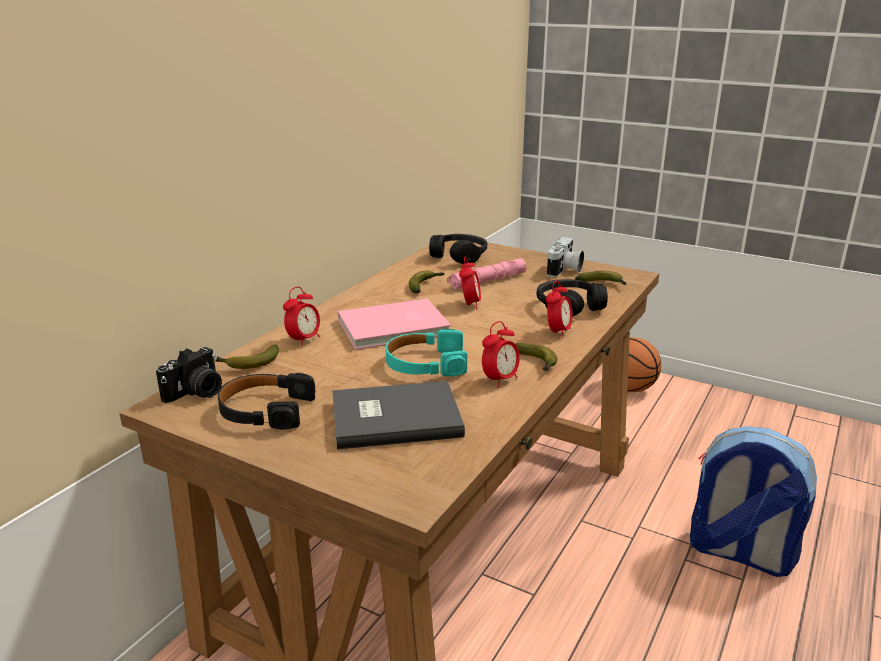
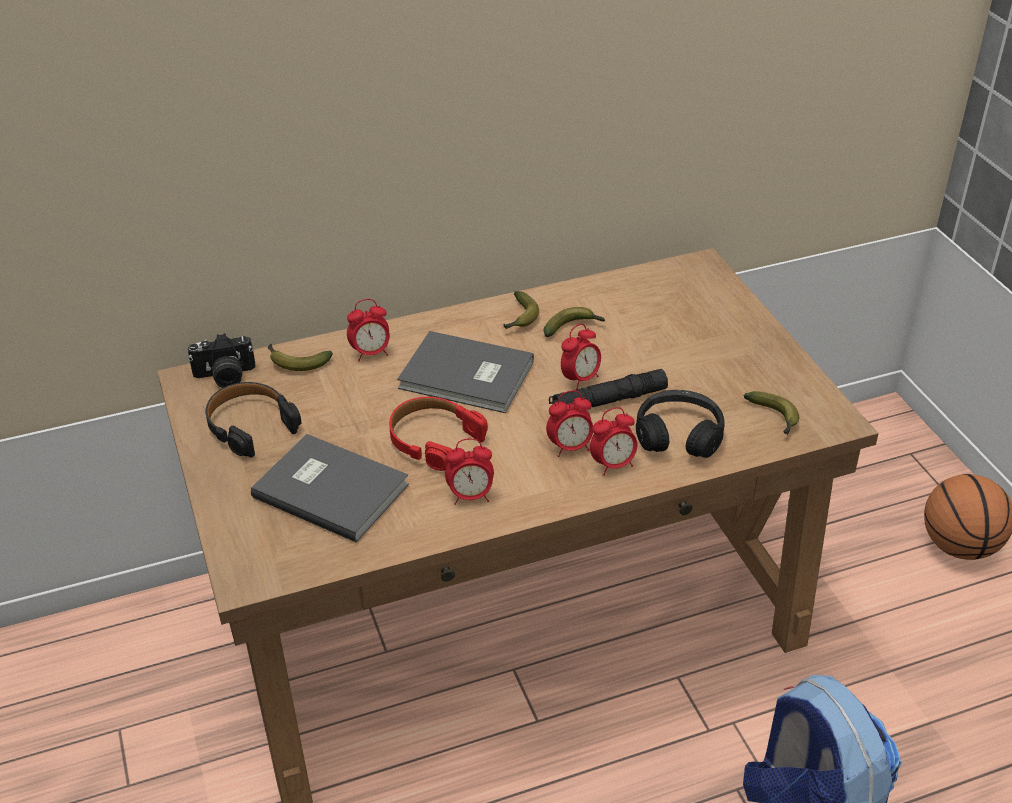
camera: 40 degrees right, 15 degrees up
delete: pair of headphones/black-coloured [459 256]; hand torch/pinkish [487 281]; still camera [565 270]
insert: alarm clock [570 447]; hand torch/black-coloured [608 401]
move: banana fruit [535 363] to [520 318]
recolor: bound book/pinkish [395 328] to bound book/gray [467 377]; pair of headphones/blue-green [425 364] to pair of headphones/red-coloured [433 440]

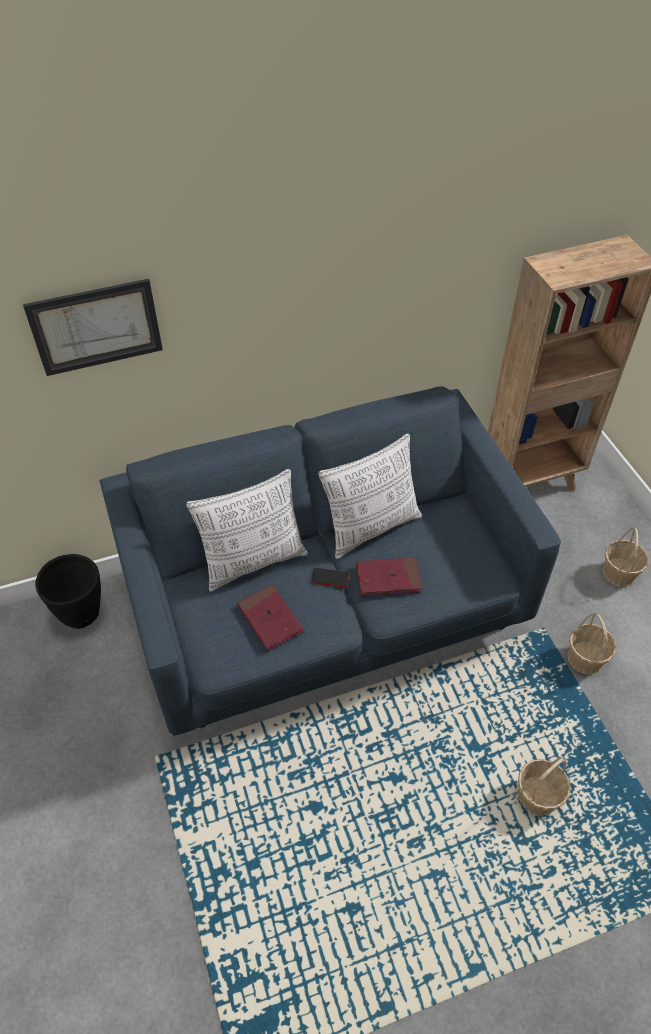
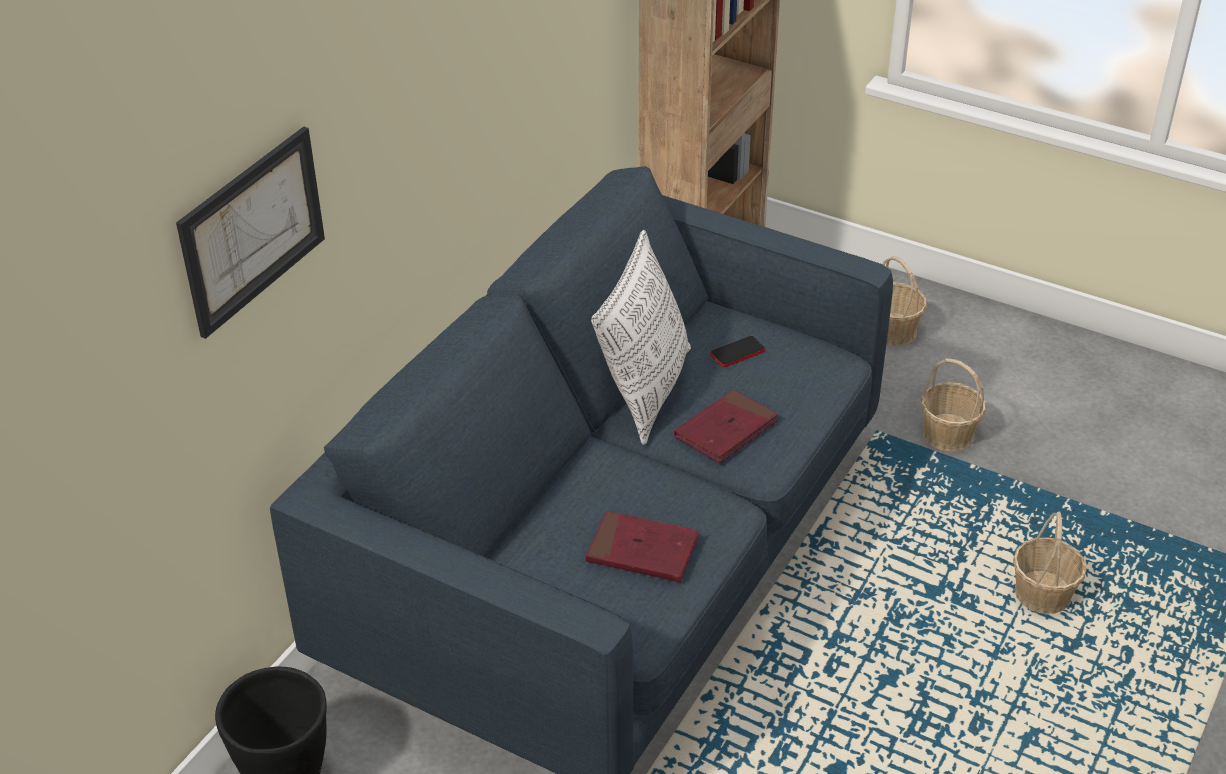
camera: 40 degrees left, 10 degrees down
delete: cushion [253 561]
move: handset [330 578] to [737 352]

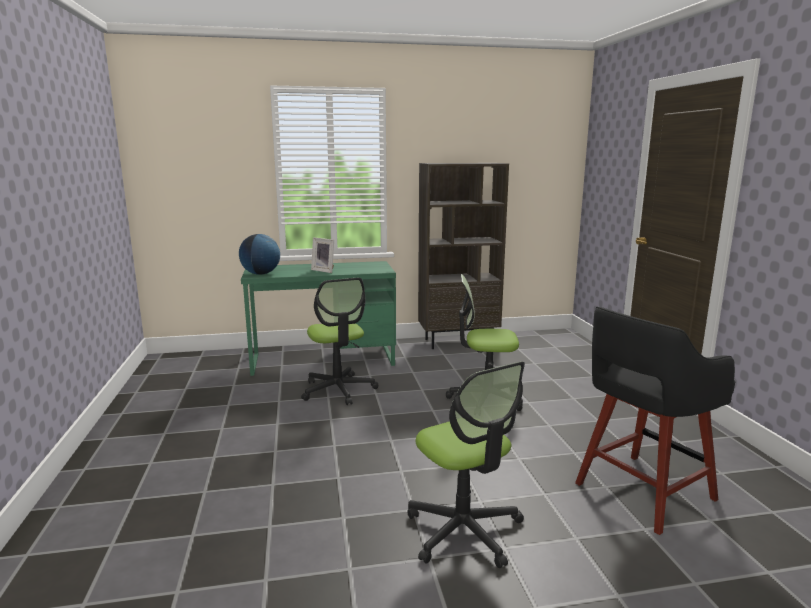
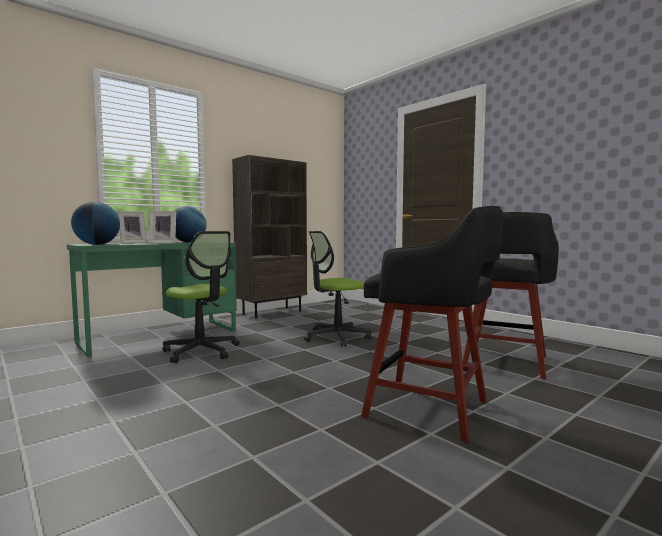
camera: 30 degrees left, 10 degrees down
insert: picture frame [132 242]; world globe [188 242]
replace: office chair [464 530] to stool/black-coloured [431 409]

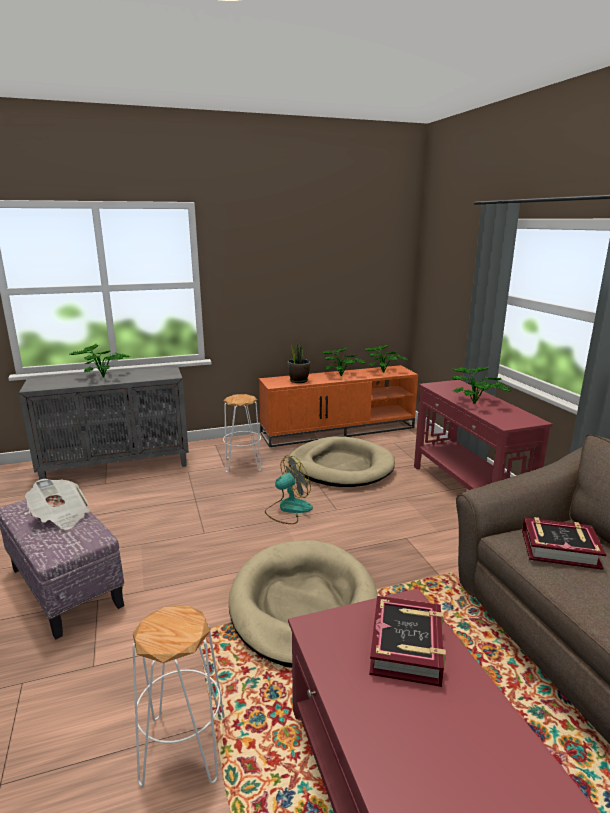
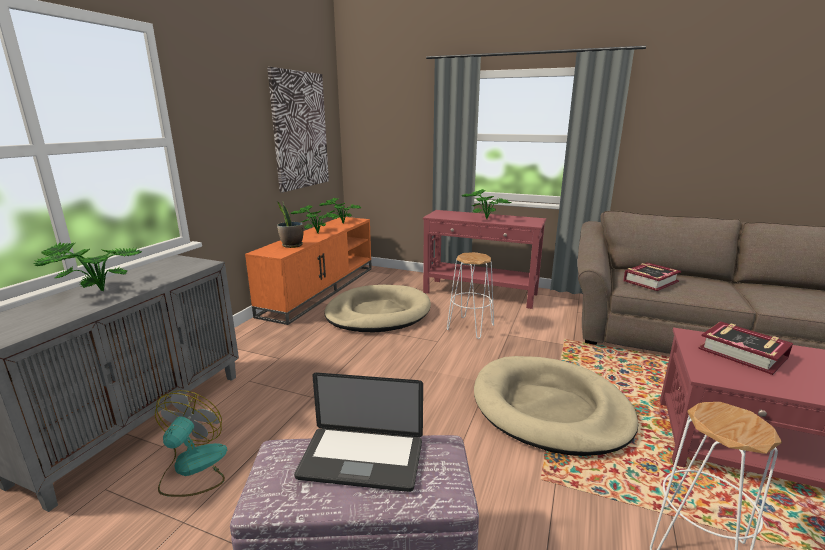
camera: 50 degrees left, 0 degrees up
insert: wall picture [300 130]
move: stool/white-coloured [243 464] to [470 327]; fan [288 509] to [193 468]
replace: newspaper [60 516] to portable computer [361 459]

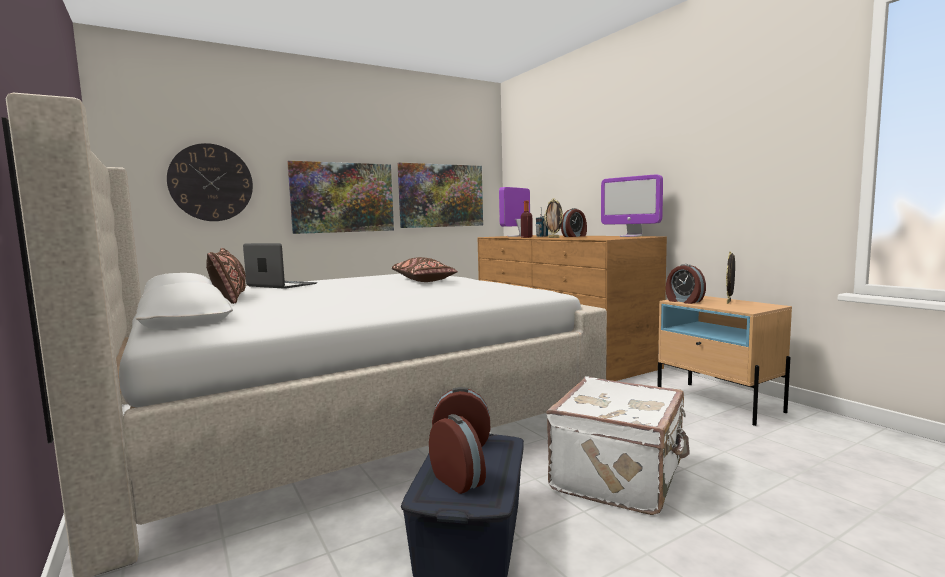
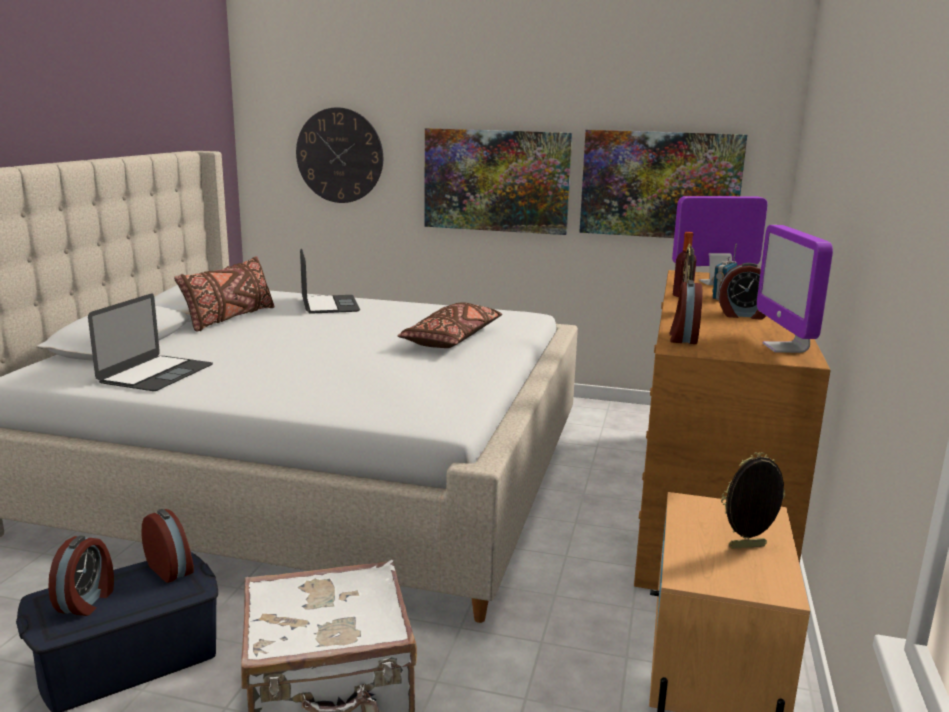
camera: 45 degrees right, 10 degrees up
insert: portable computer [156 373]
move: alarm clock [684 301] to [683 338]

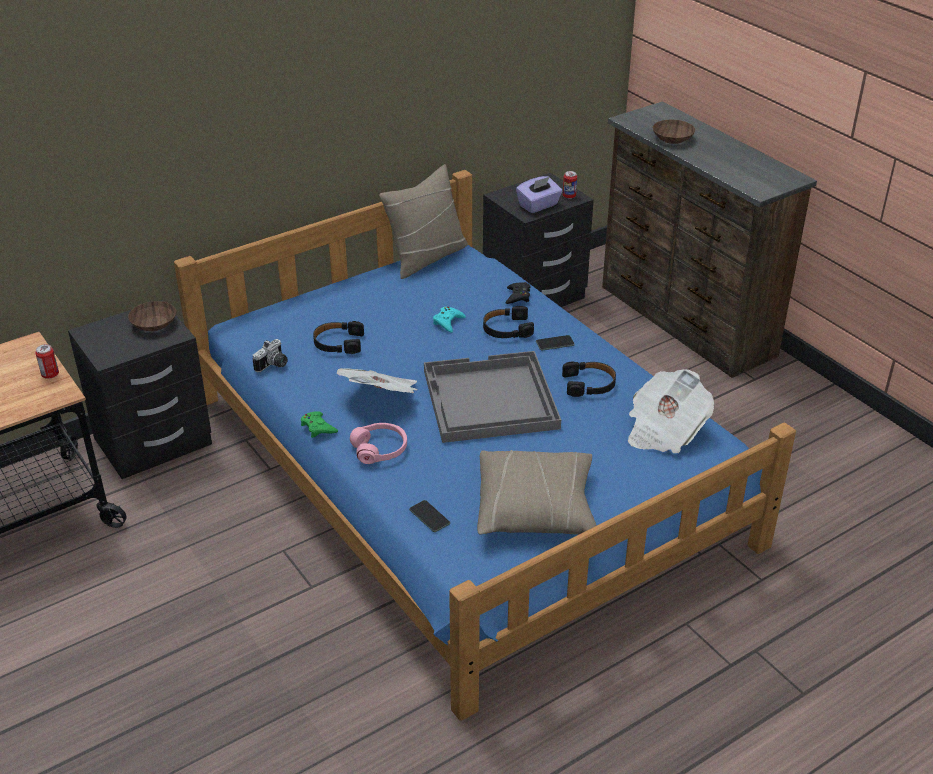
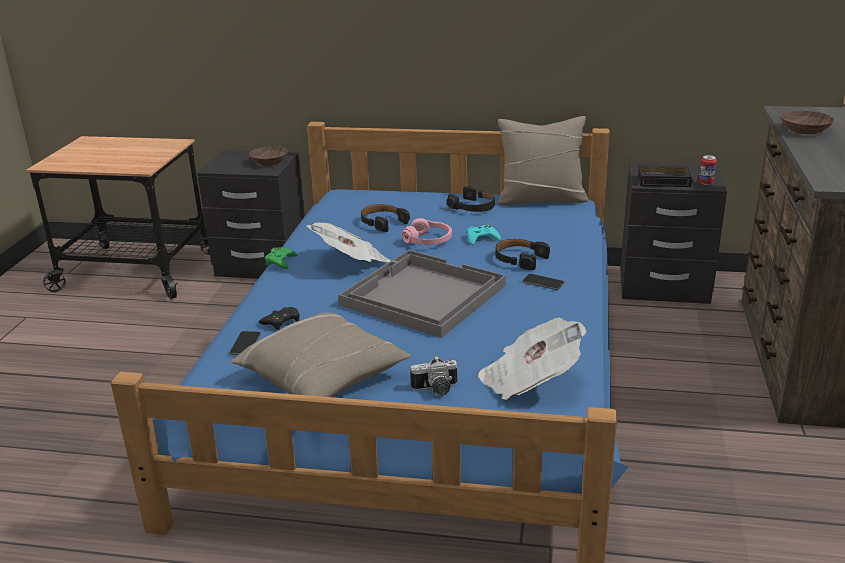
camera: 45 degrees right, 10 degrees down
delete: can [50 375]
move: still camera [273 365] to [436 390]; pair of headphones/pinkish [380 449] to [428 240]; game controller/black-coloured [518 296] to [281 321]; pair of headphones/black-coloured [589 384] to [473 207]
replace: tissue box/purplish [538 205] to alarm clock [665 181]

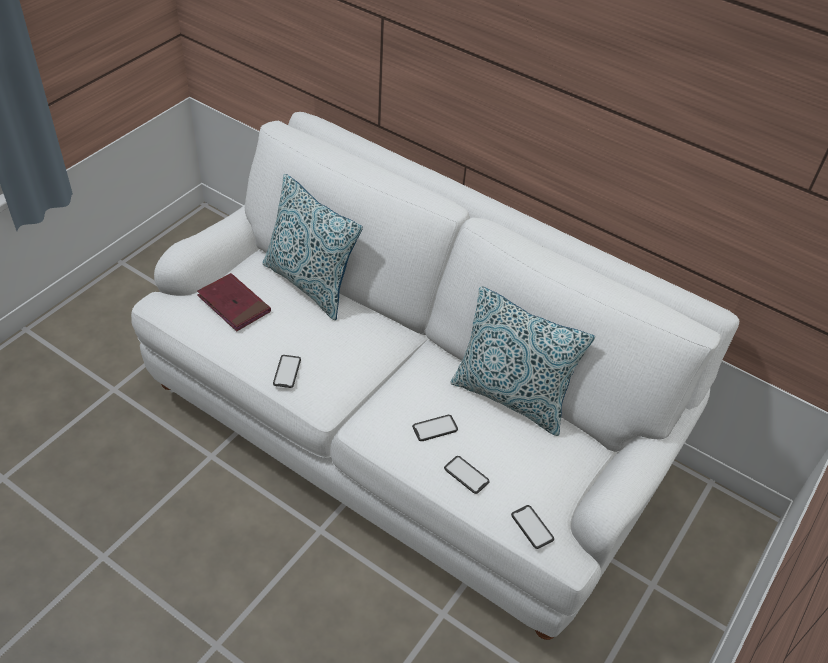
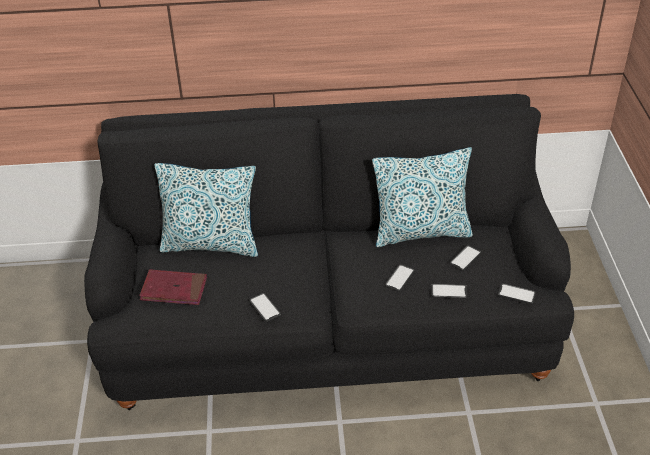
camera: 35 degrees left, 5 degrees down
insert: handset [465 258]
recolor: sofa/white-coloured [406 431] to sofa/black-coloured [327 322]

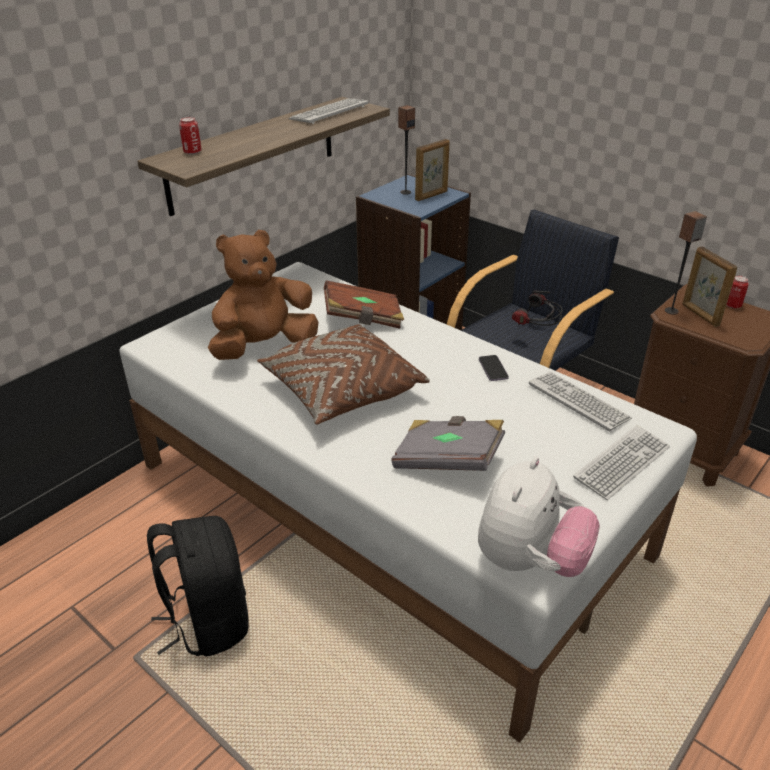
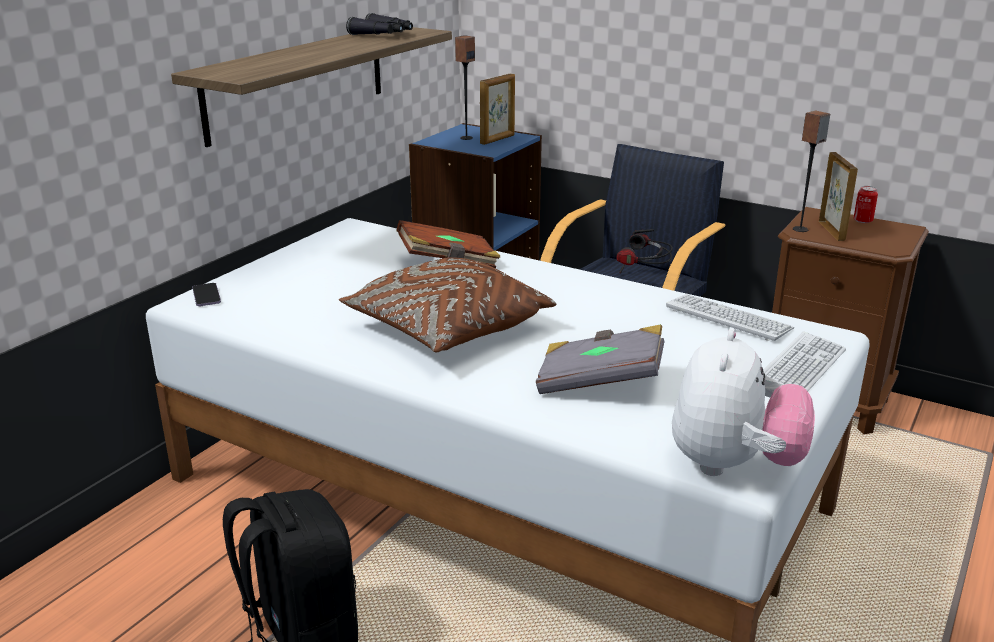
camera: 10 degrees left, 10 degrees down
delete: can [192 152]; cuddly toy/brown-coloured [264 347]
move: handset [493 369] to [206 296]
replace: keyboard [329 112] to binoculars/black-coloured [383 35]
rotate: picture frame [700 315] = [832 231] 150 degrees counterclockwise

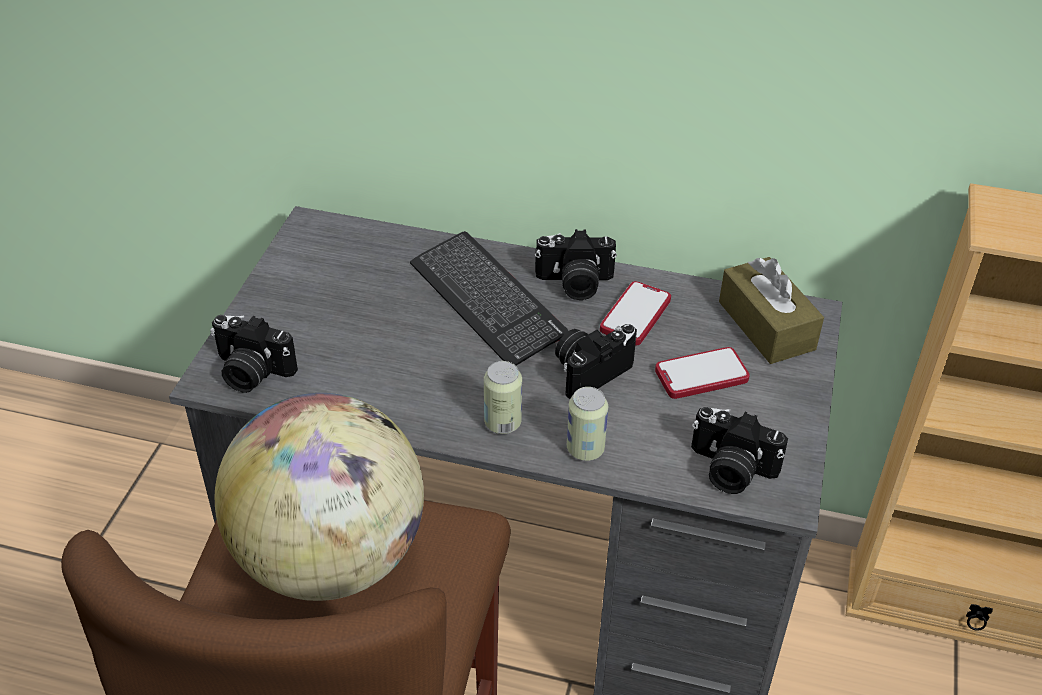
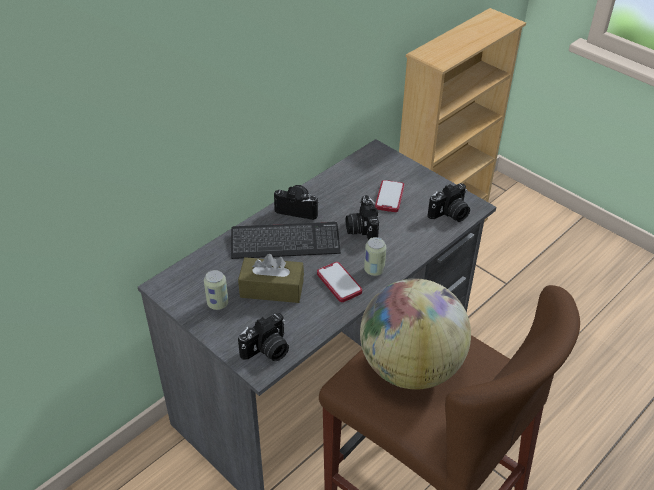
camera: 60 degrees left, 0 degrees up
move: can [585 449] to [217 303]; handset [635 315] to [339 283]; tissue box/brown-coloured [766 325] to [272 289]
rotate: still camera [574 284] = [298 209] 105 degrees counterclockwise

